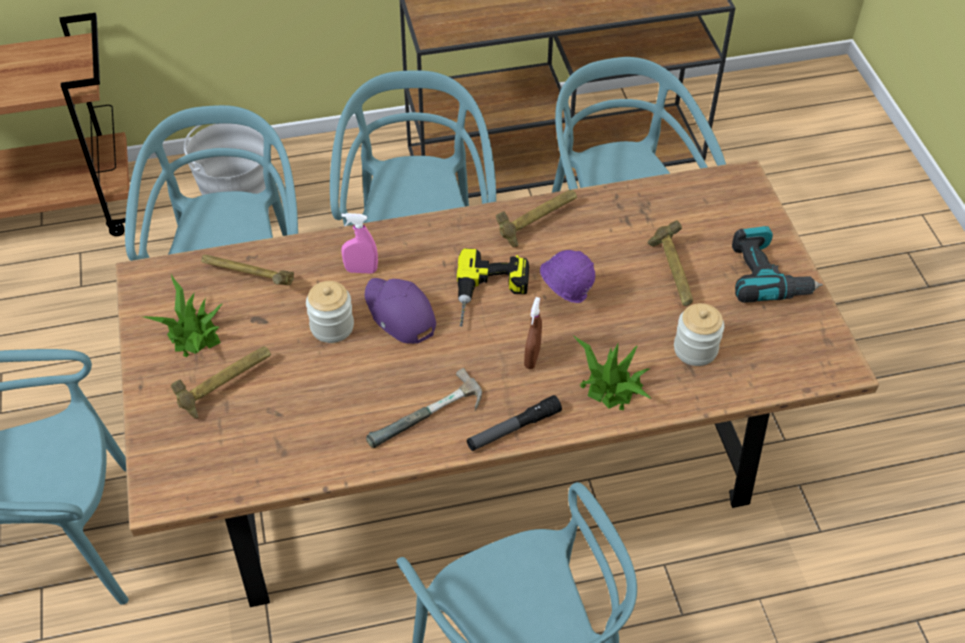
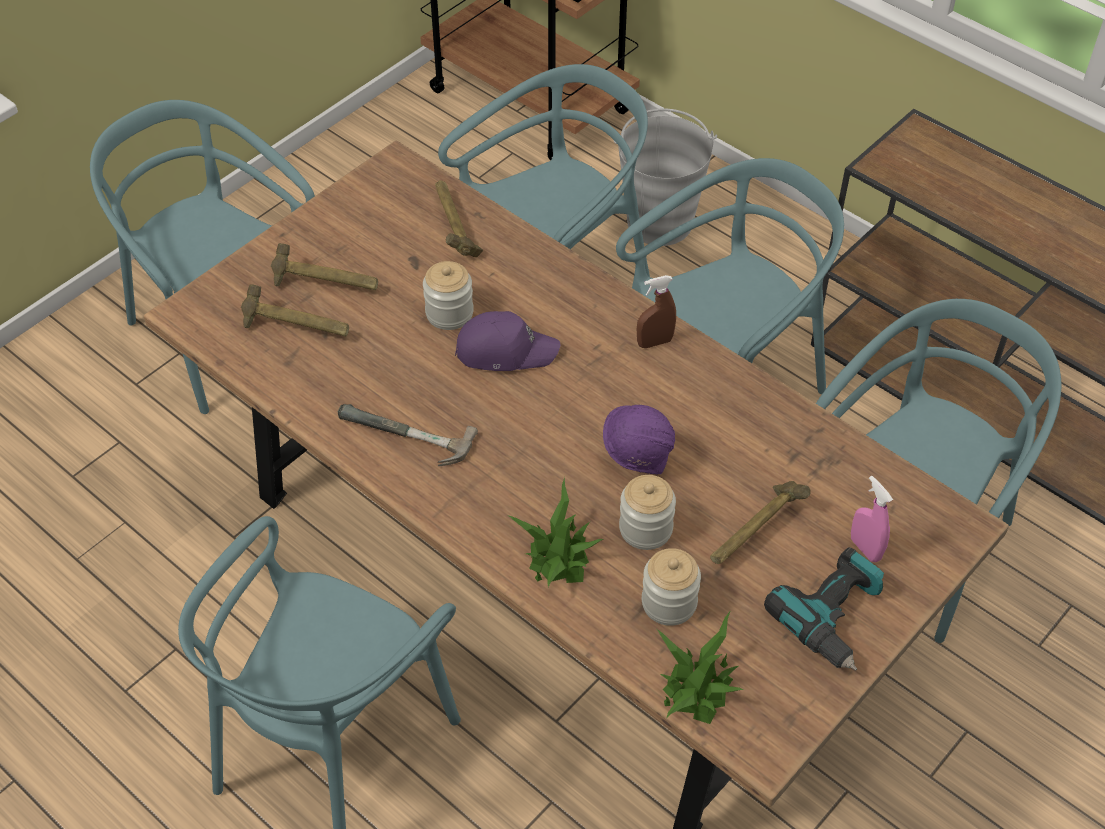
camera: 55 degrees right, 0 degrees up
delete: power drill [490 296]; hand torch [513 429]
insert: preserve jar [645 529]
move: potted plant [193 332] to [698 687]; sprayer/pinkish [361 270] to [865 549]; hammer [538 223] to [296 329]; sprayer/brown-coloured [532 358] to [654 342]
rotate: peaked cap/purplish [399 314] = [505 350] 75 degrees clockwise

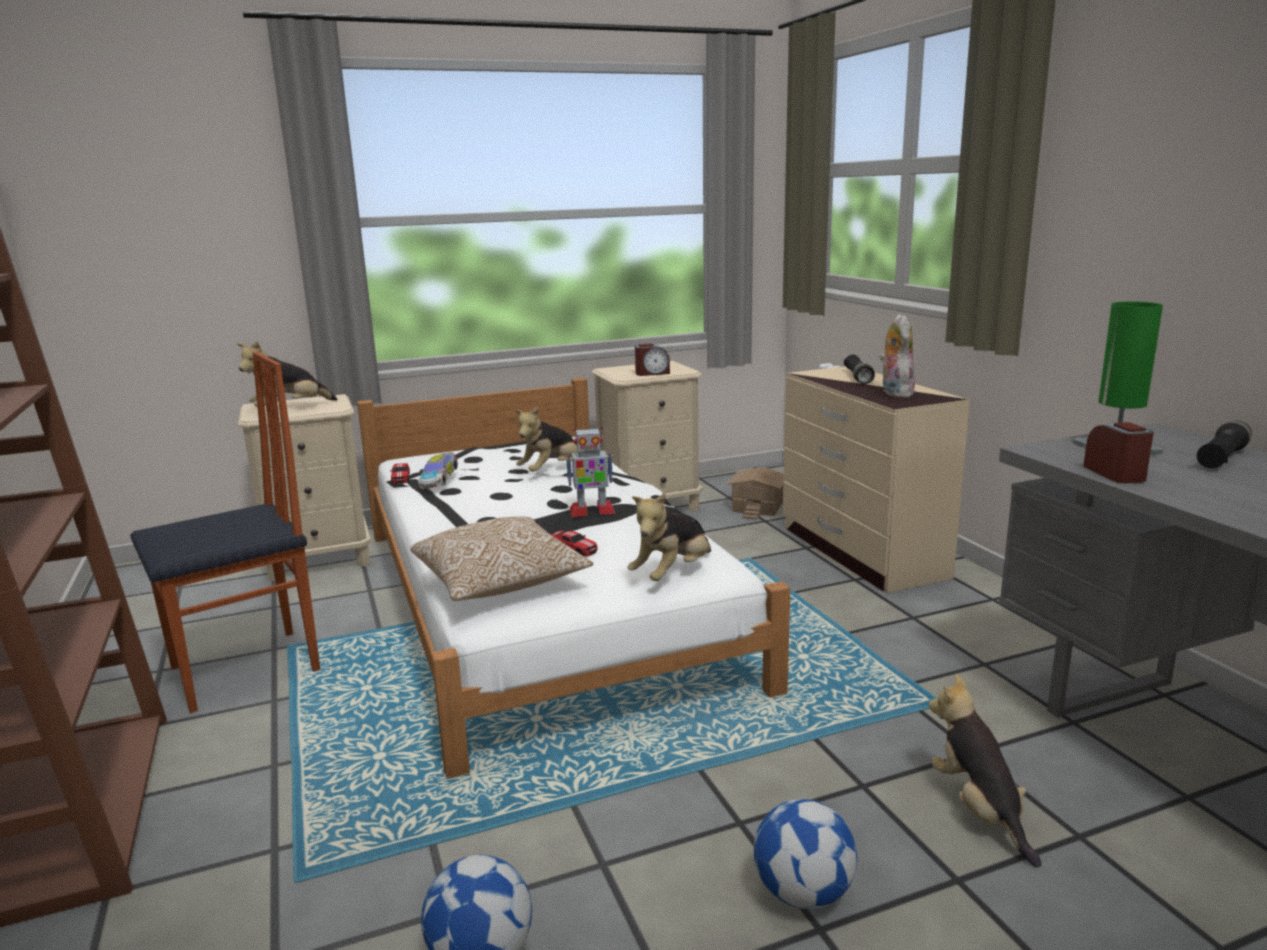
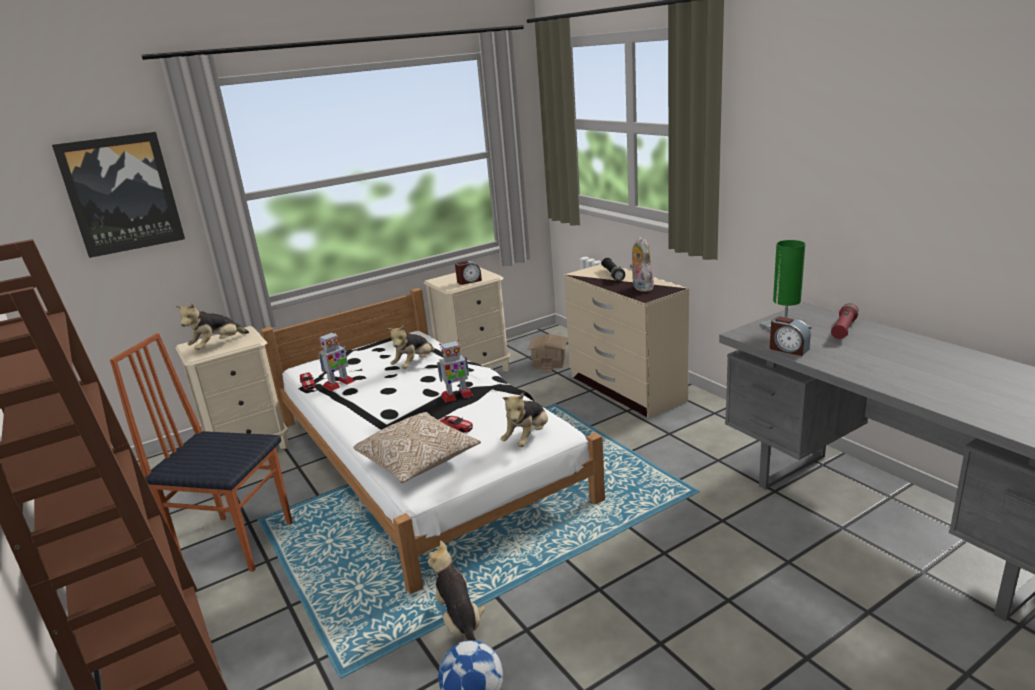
camera: 10 degrees left, 5 degrees up
delete: football [803 893]
insert: wall picture [122 194]
move: cuddly toy [979 809] to [460 624]
replace: miniature car [439 481] to robot figure [338 384]
recolor: hand torch/black-coloured [1221 458] to hand torch/red-coloured [843 329]
rotate: upright chair [247 670] = [237 541] 120 degrees counterclockwise; alarm clock [1115 474] = [788 349] 150 degrees clockwise

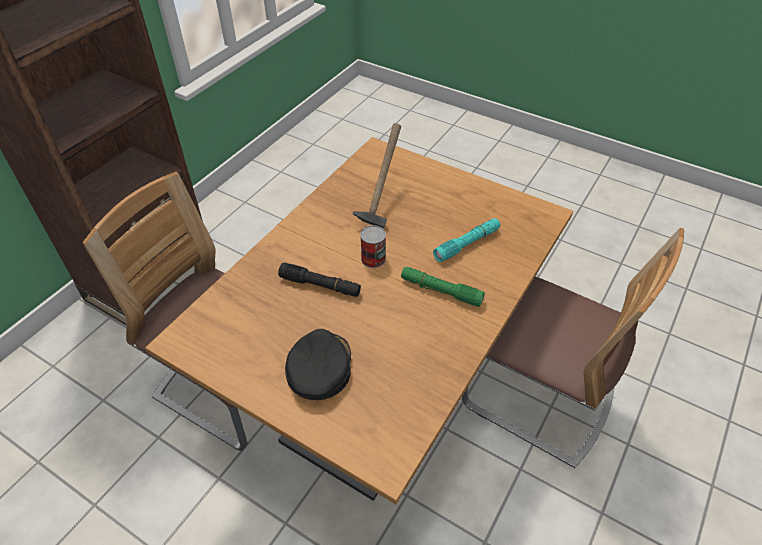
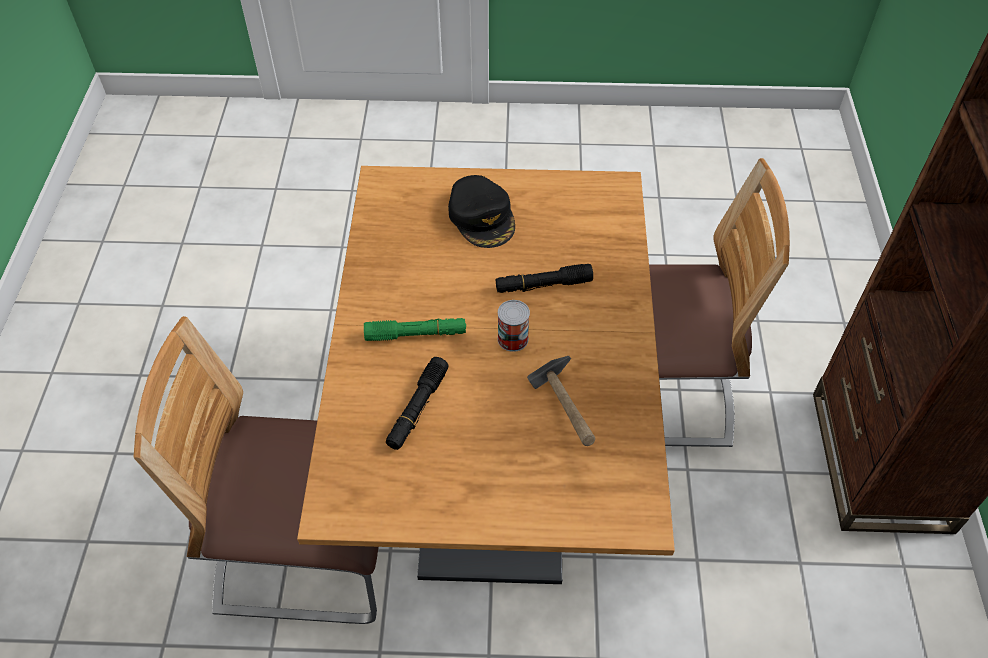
camera: 150 degrees right, 5 degrees up
recolor: hand torch/blue-green [467 244] to hand torch/black-coloured [417 408]

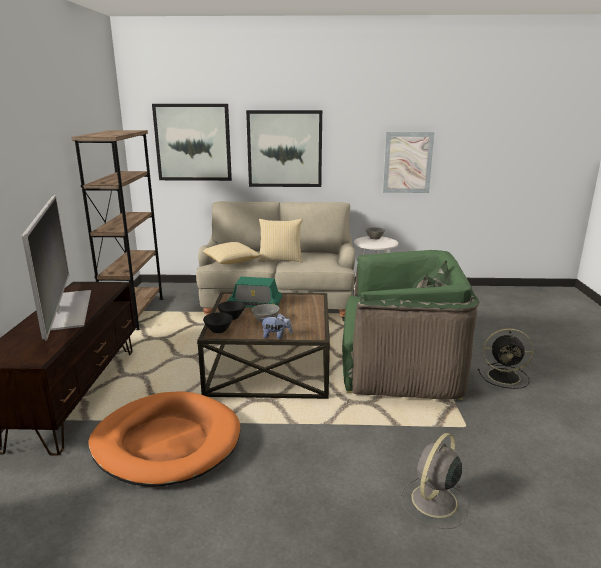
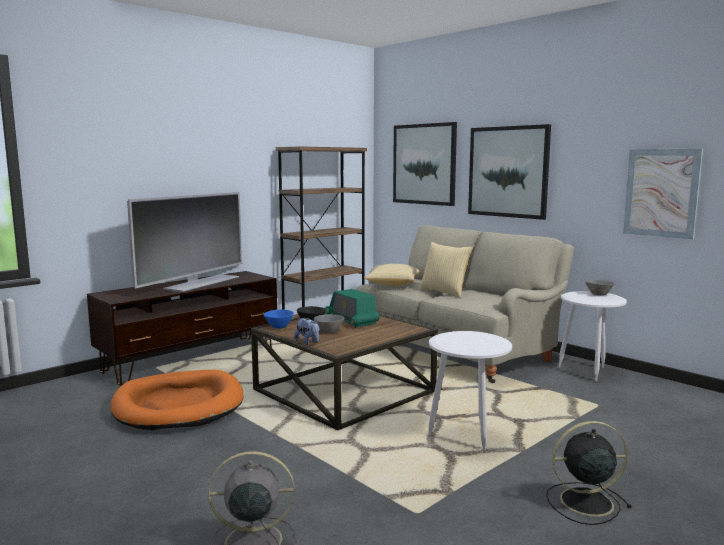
camera: 45 degrees right, 10 degrees down
replace: lounge chair/greenish [400 366] to side table/white-coloured [466 438]
recolor: bowl/black-coloured [218 331] to bowl/blue-coloured [278 327]
rotate: fan/black-coloured [505 376] = [584 502] 120 degrees clockwise

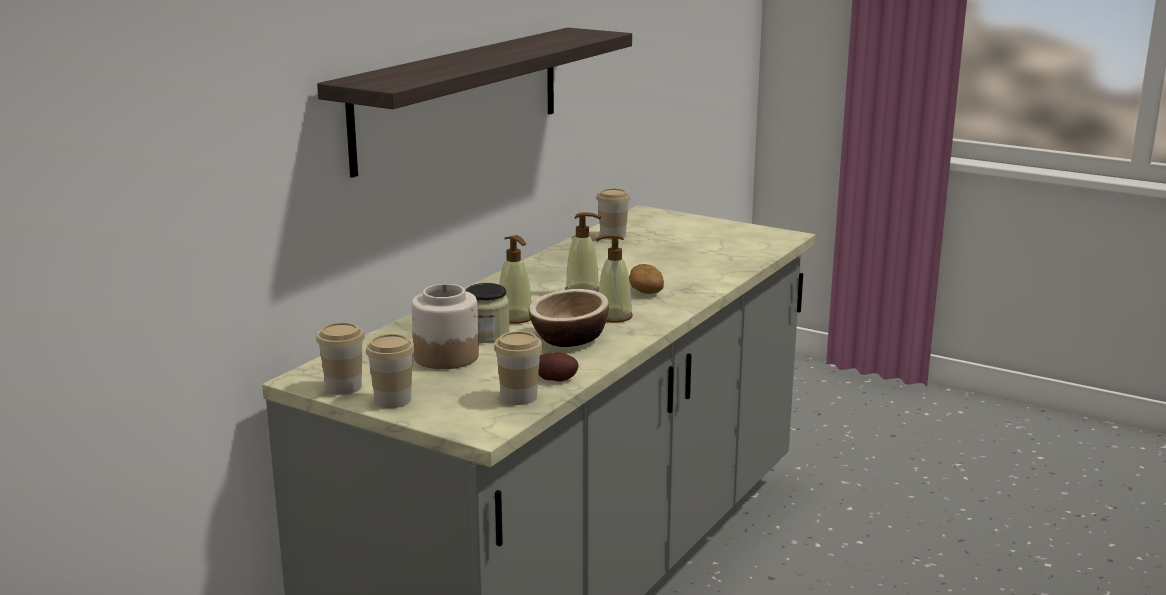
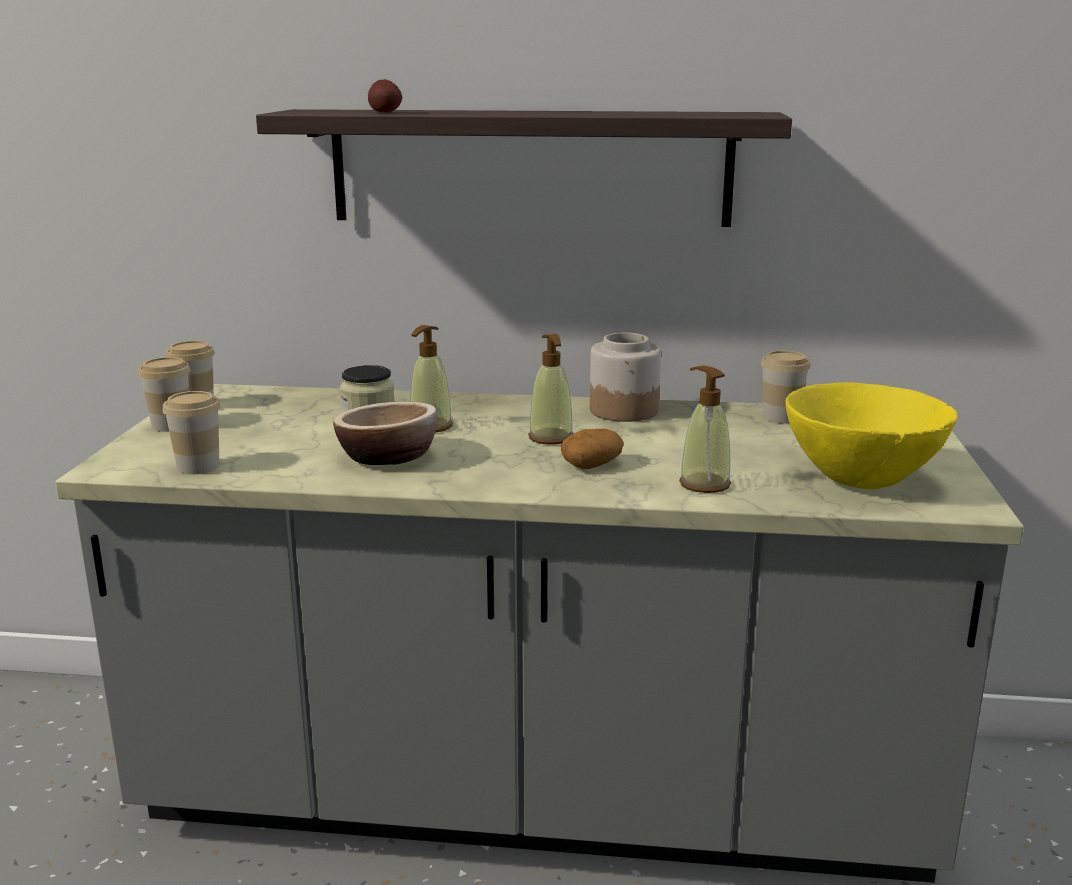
camera: 65 degrees right, 0 degrees up
insert: bowl/yellow-coloured [860 481]
move: preserve jar [446 356] to [624 411]; spud [557 379] to [385 112]; soap dispenser [613 316] to [704 484]

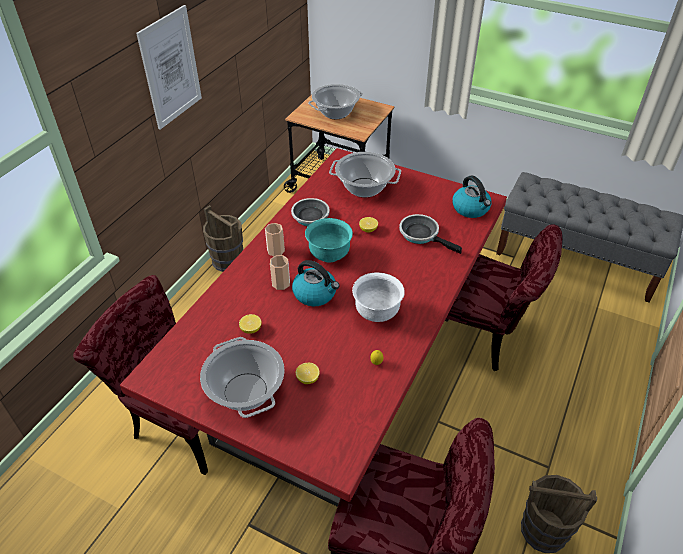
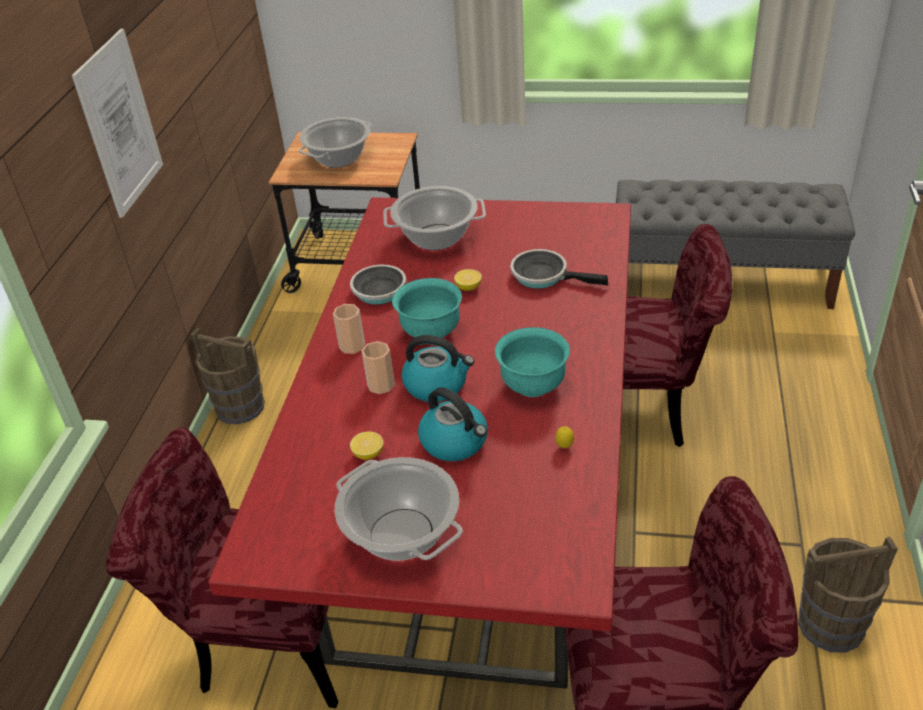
camera: 15 degrees left, 5 degrees down
delete: whole lemon [308 378]
move: kettle [471 209] to [455 442]
recolor: bowl/white-coloured [377 312] to bowl/blue-green [533 385]

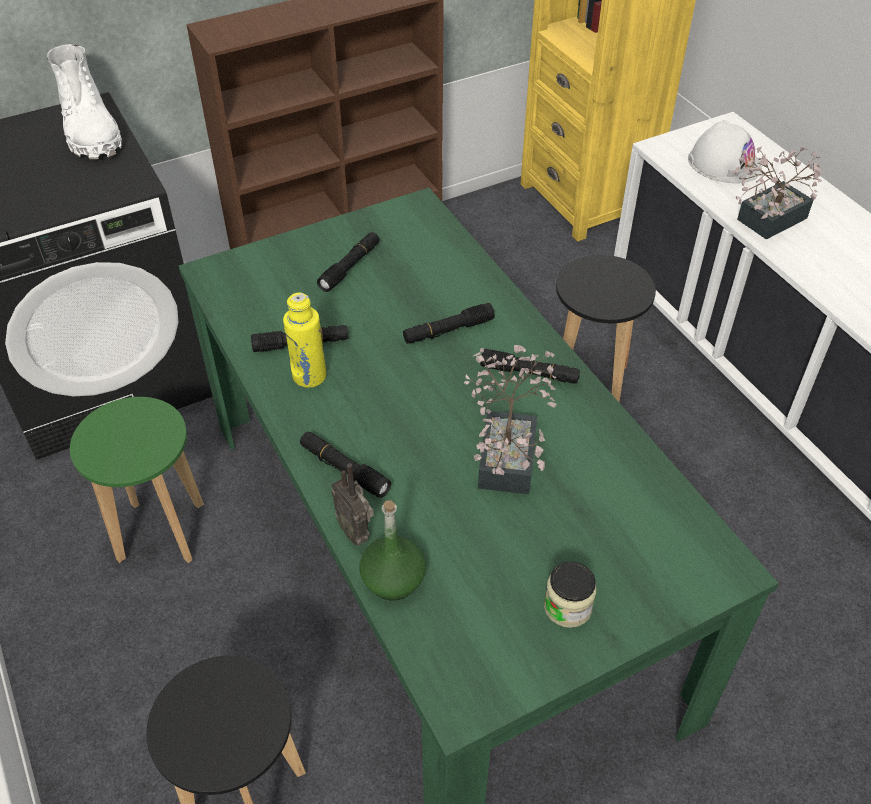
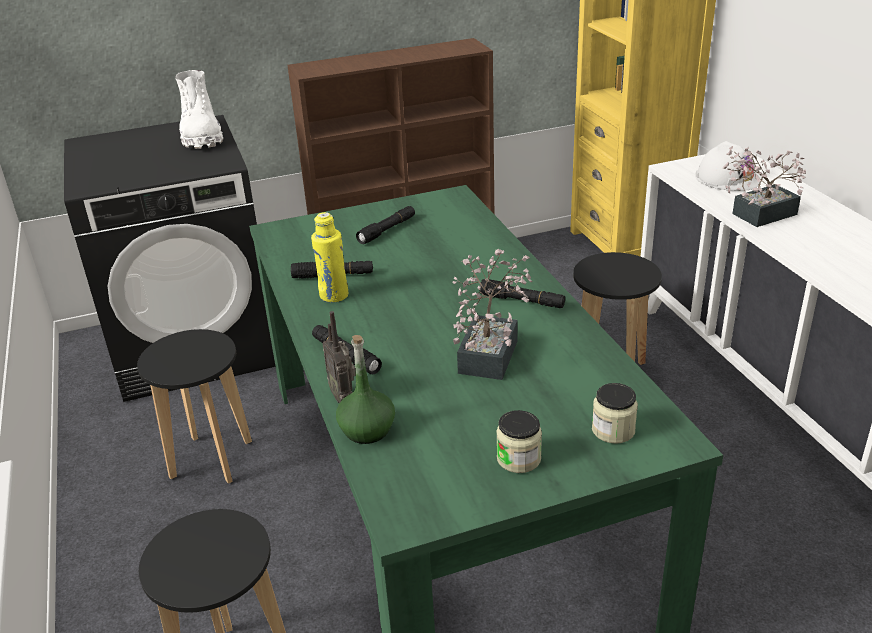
camera: 10 degrees right, 15 degrees down
delete: hand torch/black-coloured [448 330]
insert: preserve jar [613 430]
recolor: stool/greenish [160 532] to stool/black-coloured [211 459]

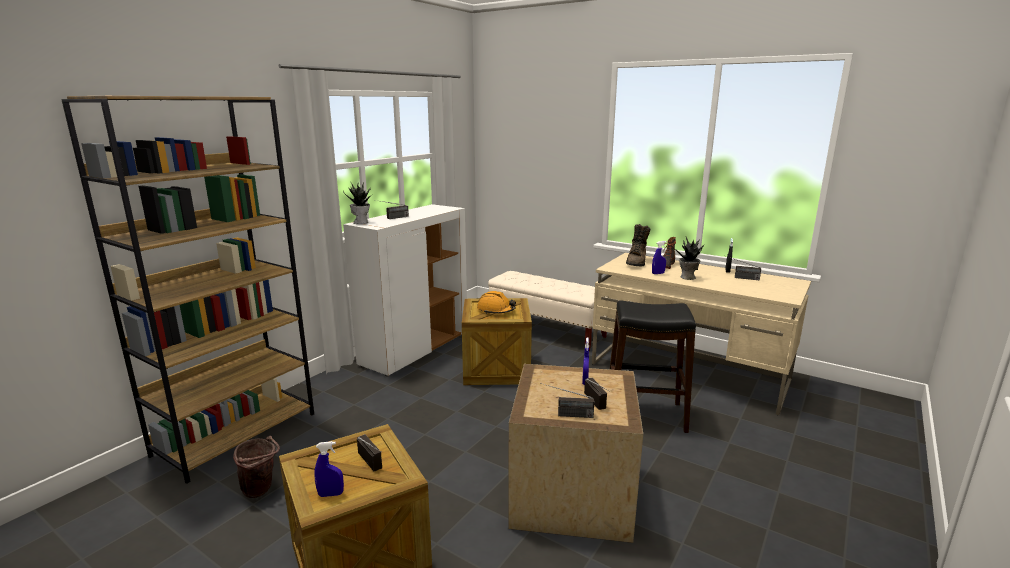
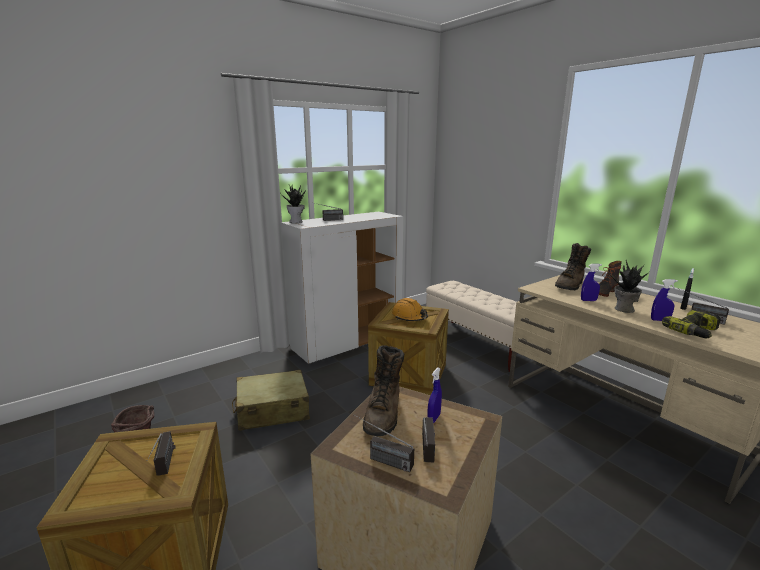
camera: 20 degrees right, 0 degrees up
delete: shelving unit/brown-coloured [237 433]; stool/black-coloured [644 415]
insert: suitcase/sand-coloured [272 410]; high-top boot/brown-coloured [384 414]; power drill [695 332]
move: sprayer/blue-coloured [331 494] to [660 320]

